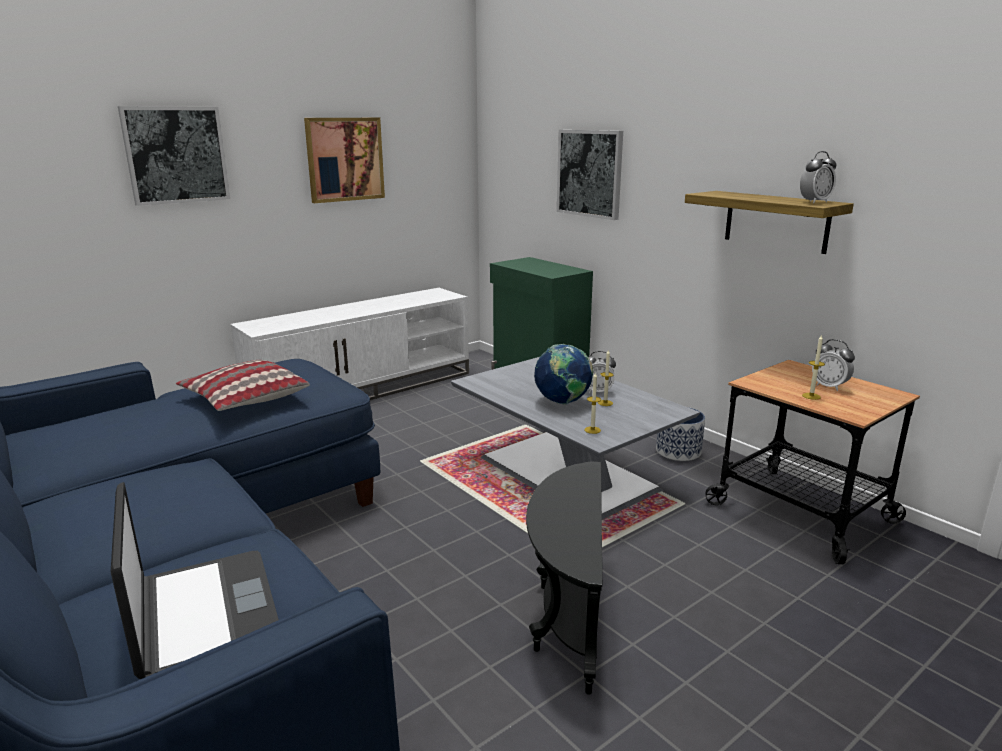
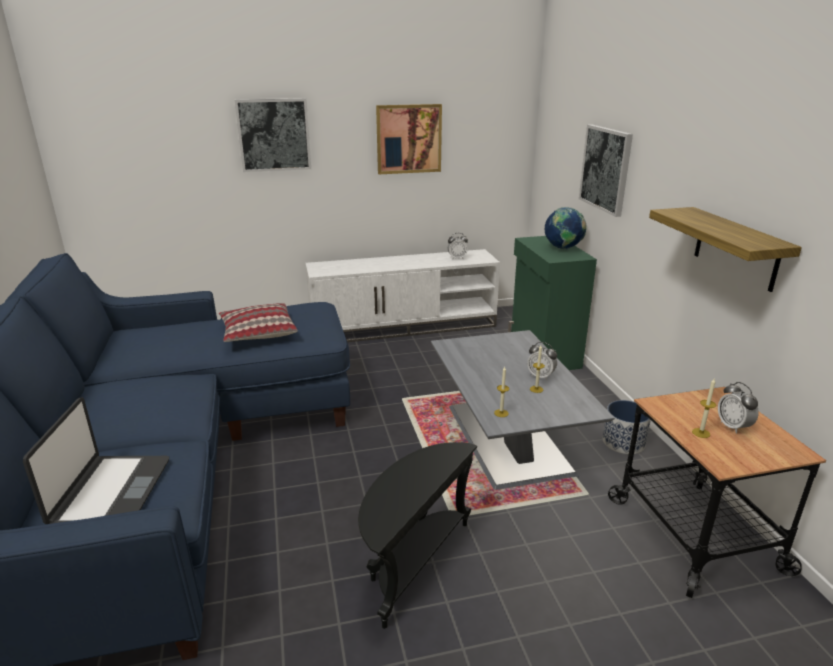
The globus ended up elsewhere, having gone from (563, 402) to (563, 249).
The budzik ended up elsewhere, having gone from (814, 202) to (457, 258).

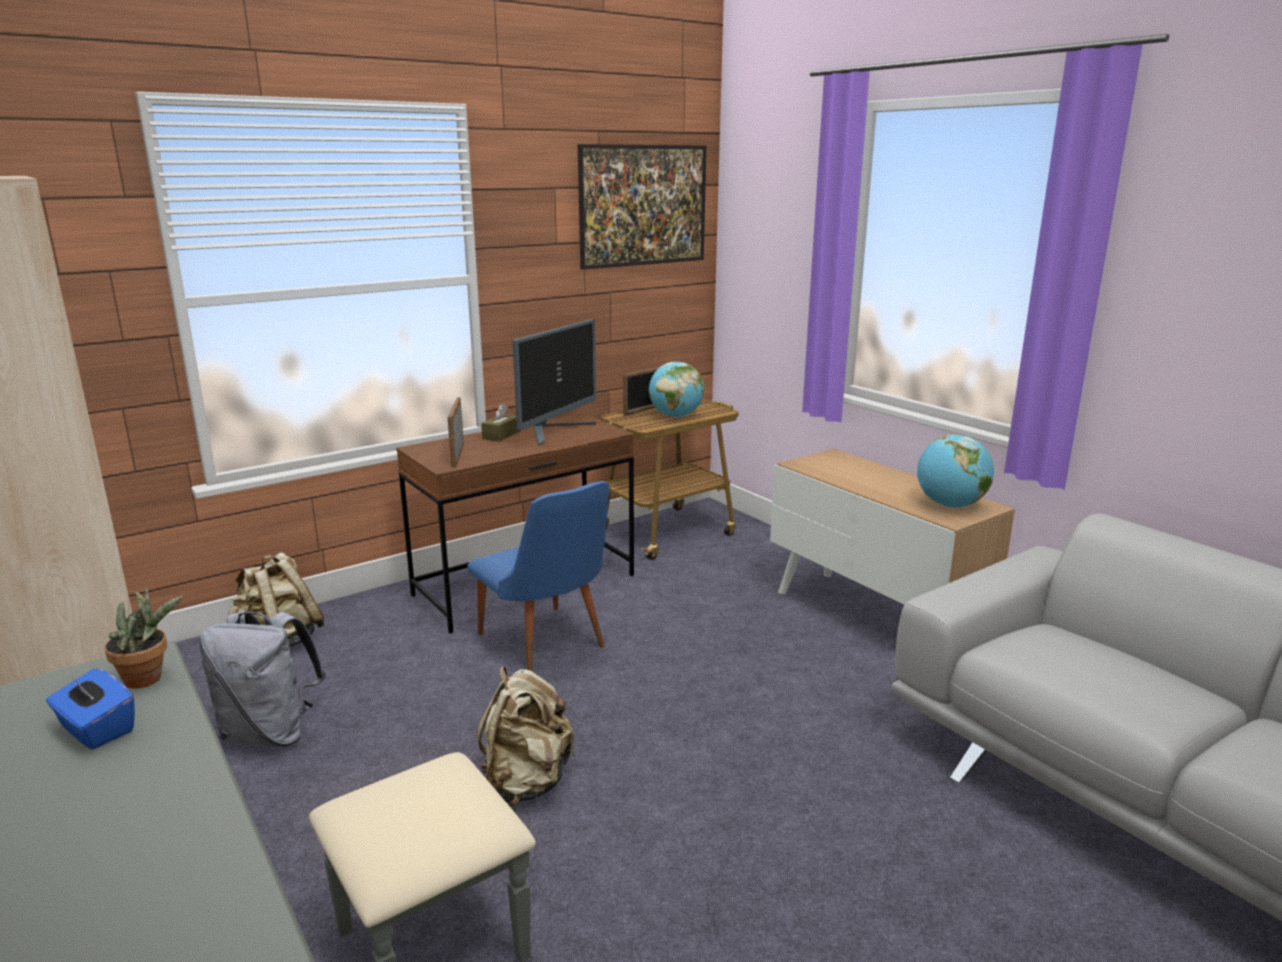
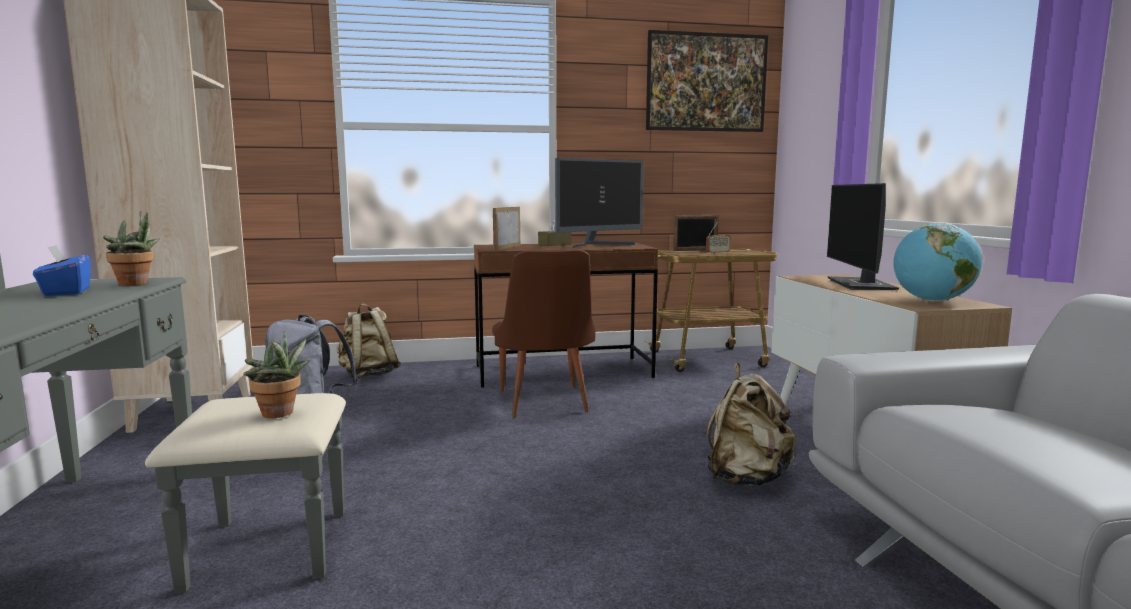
The second view gained the roślina doniczkowa at (280, 414).
The second view gained the monitor at (862, 285).
The plecak/beżowy ended up elsewhere, having gone from (526, 782) to (746, 479).
Where the globus stood at (675, 416), the radio came to stand at (717, 253).
What was the krzesło/niebieski at (547, 646) turned into the krzesło/brązowy at (544, 404).

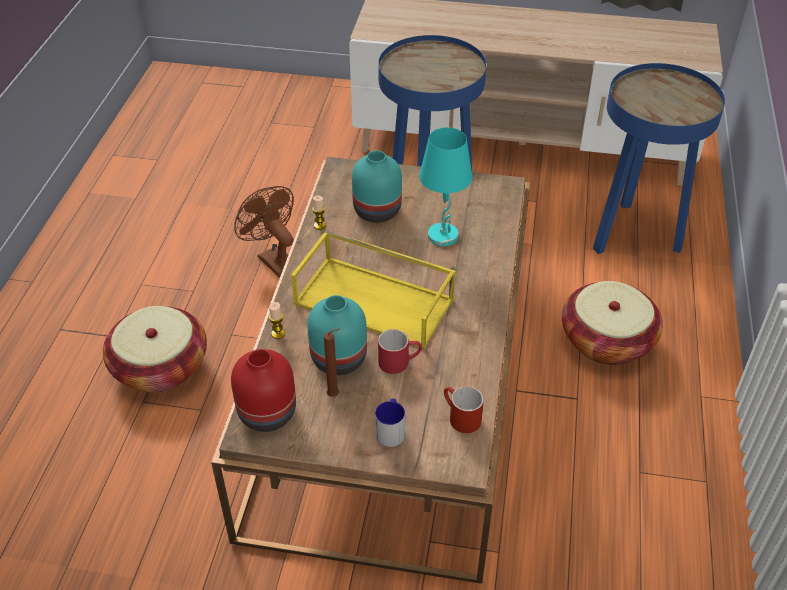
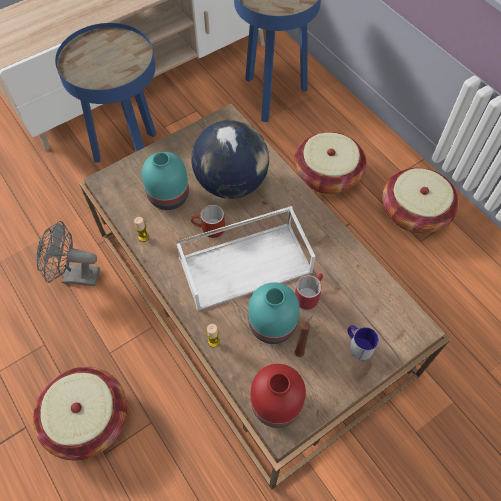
The second view gained the koszyk at (414, 212).
The kubek/czerwony ended up elsewhere, having gone from (459, 417) to (208, 229).
Where the lampa stołowa/turkusowy stood at (443, 236), the globus came to stand at (232, 183).
What was the wentylator/brązowy at (273, 259) turned into the wentylator/szary at (75, 276).
What was the taca/żółty at (376, 301) turned into the taca/biały at (246, 264).

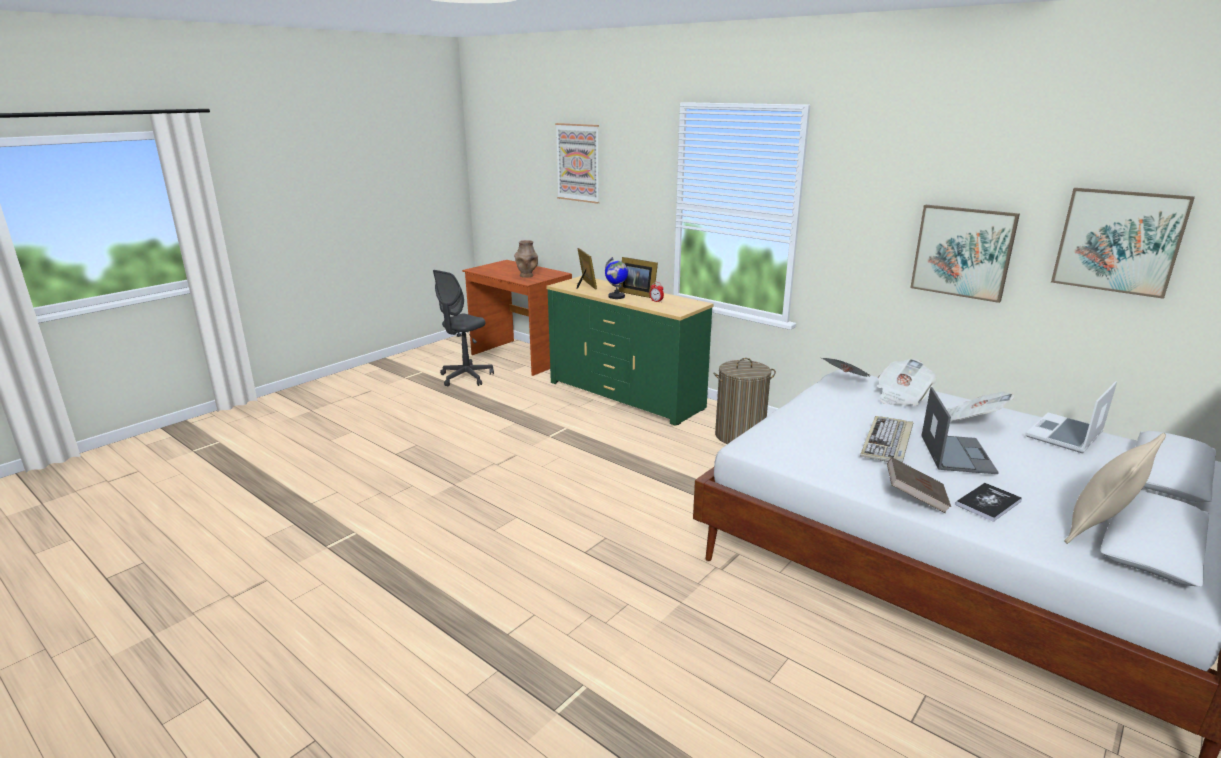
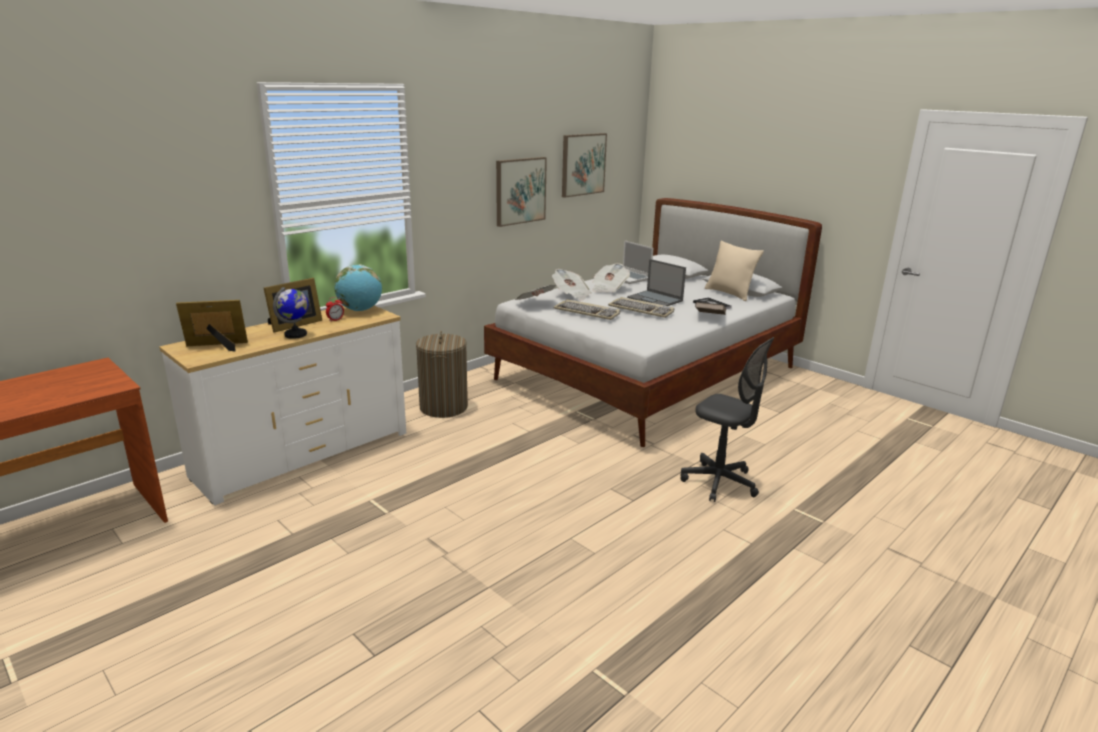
The second view lost the wazon/brązowy at (527, 276).
The second view lost the obraz at (578, 163).
The second view gained the globus at (360, 310).
The second view gained the klawiatura at (588, 312).
The krzesło biurowe/szary ended up elsewhere, having gone from (466, 377) to (719, 482).
What was the komoda/zielony at (625, 395) turned into the komoda/biały at (303, 454).
The laptop at (956, 453) ended up facing another way, 150 degrees counterclockwise from before.

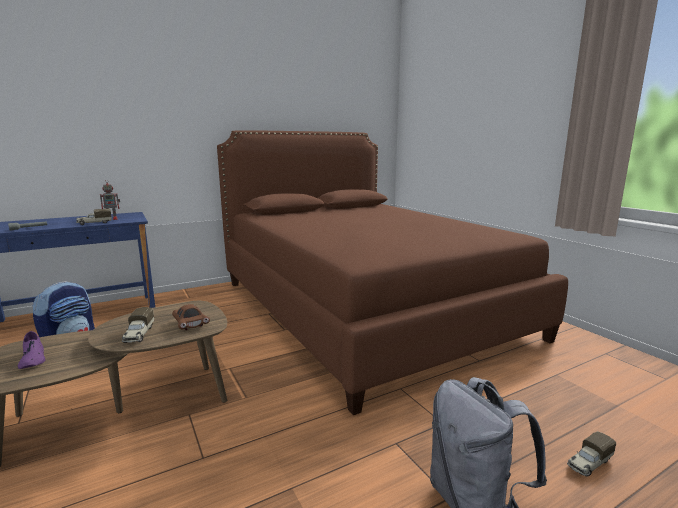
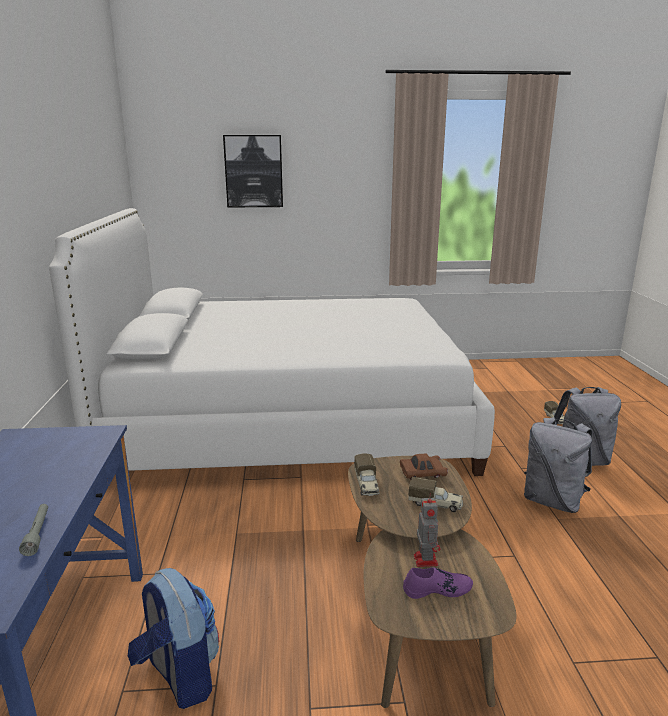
The second view gained the obraz at (253, 171).
The second view gained the plecak/szary at (553, 501).
The ciężarówka zabawkowa ended up elsewhere, having gone from (94, 223) to (366, 485).
The robot zabawkowy ended up elsewhere, having gone from (113, 219) to (425, 559).
What was the łóżko/brązowy at (364, 307) turned into the łóżko/biały at (289, 422).

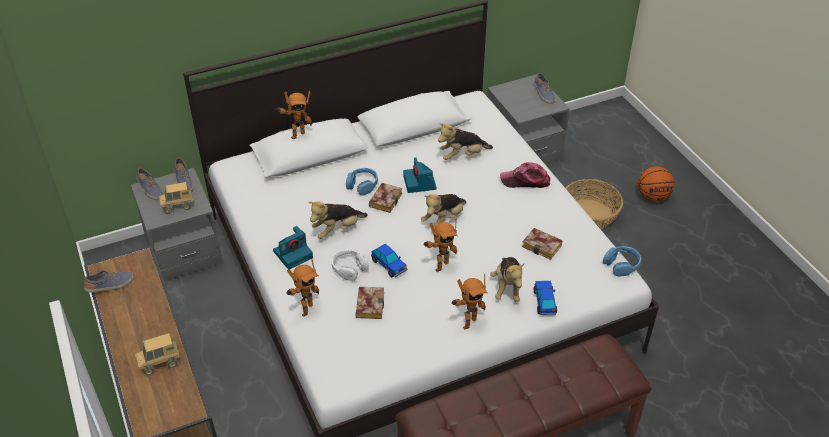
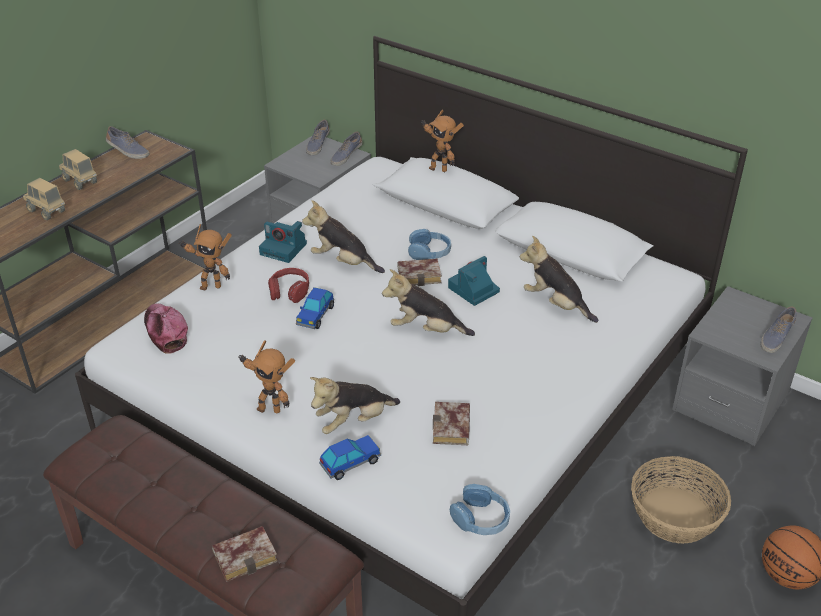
The second view lost the robot zabawkowy at (440, 265).
The ciężarówka zabawkowa ended up elsewhere, having gone from (177, 206) to (80, 182).
The książka ended up elsewhere, having gone from (369, 304) to (247, 555).
The czapka z daszkiem ended up elsewhere, having gone from (525, 181) to (165, 331).
What was the słuchawki/biały at (349, 268) turned into the słuchawki/czerwony at (289, 291).

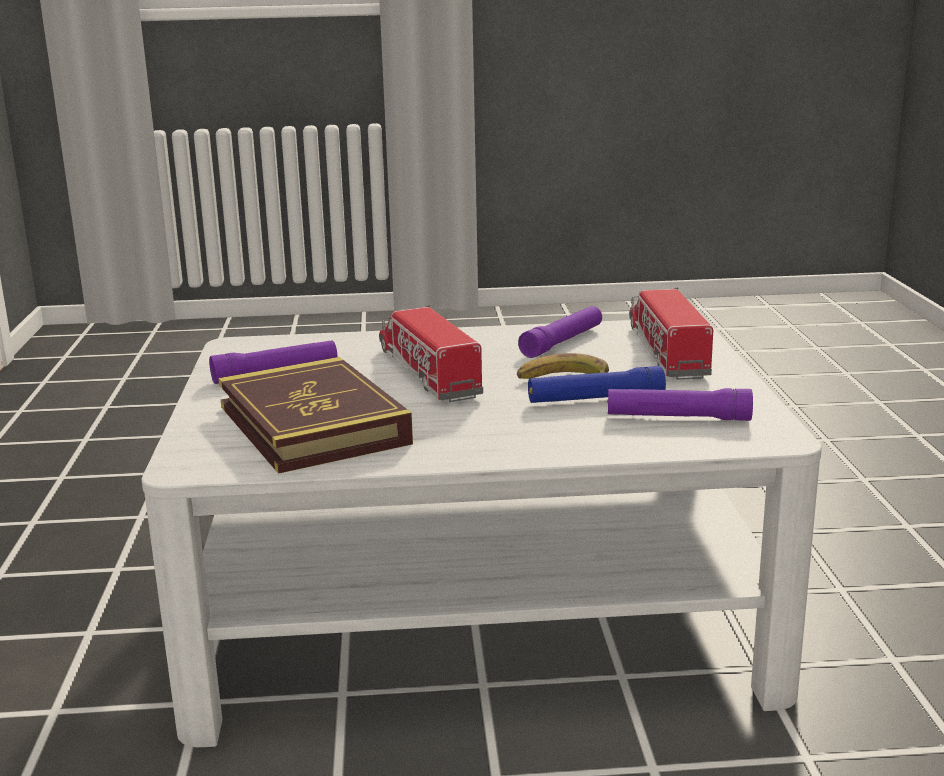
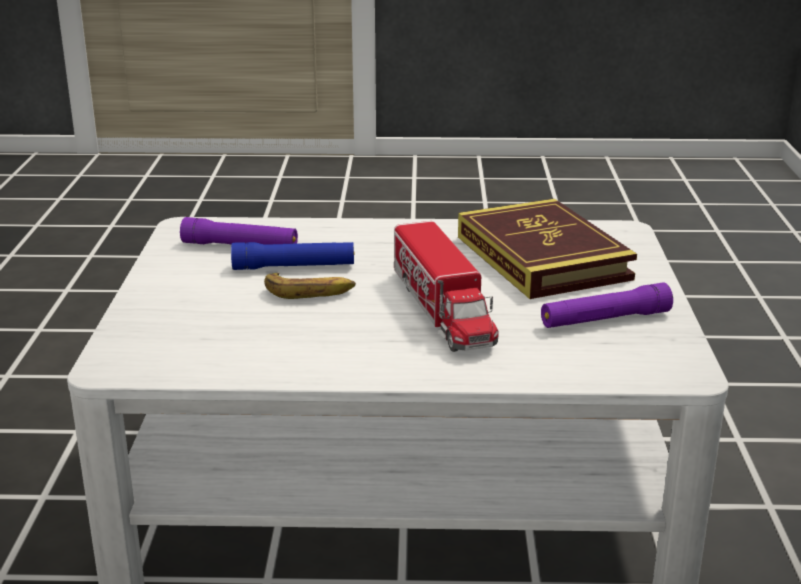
The second view lost the latarka/fioletowy at (562, 342).
The second view lost the ciężarówka zabawkowa at (666, 351).

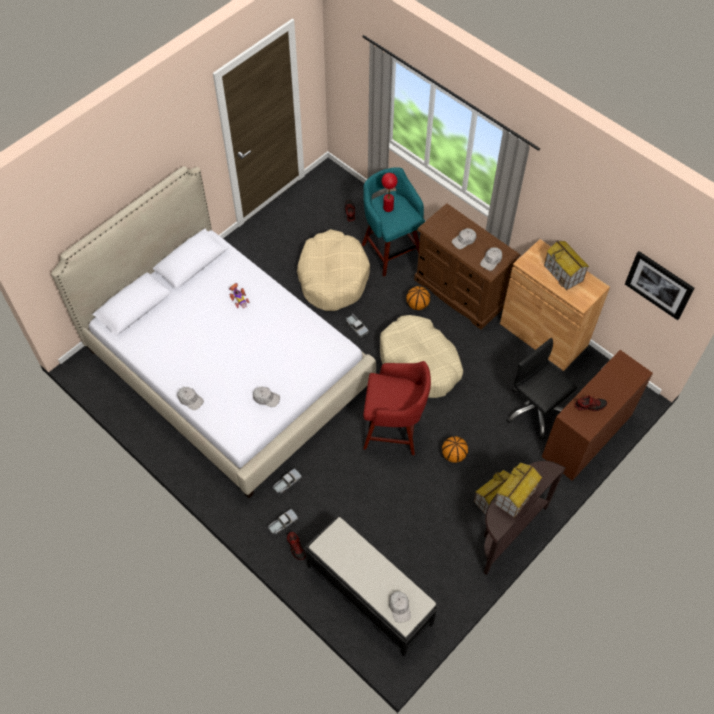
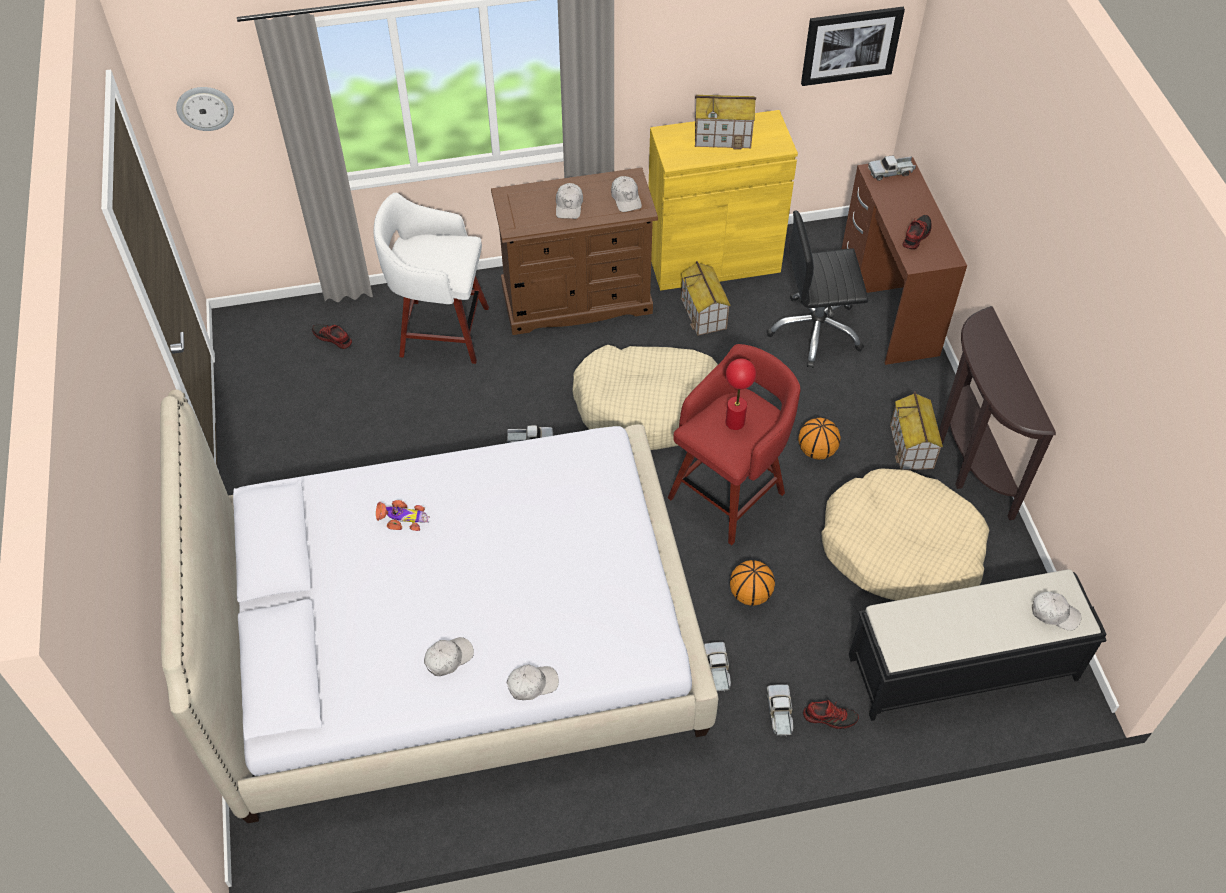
The second view gained the zegar ścienny at (205, 107).
The second view gained the ciężarówka zabawkowa at (890, 172).
The czapka z daszkiem/biały ended up elsewhere, having gone from (266, 398) to (448, 658).
The legowisko/beżowy ended up elsewhere, having gone from (332, 277) to (900, 549).
The lampa stołowa/czerwony ended up elsewhere, having gone from (388, 208) to (734, 422).
The piłka do koszykówki ended up elsewhere, having gone from (417, 304) to (750, 593).
The domek ended up elsewhere, having gone from (515, 496) to (704, 313).
What was the stołek/turkusowy at (391, 250) turned into the stołek/biały at (441, 331).
What was the szafka/brązowy at (543, 334) turned into the szafka/żółty at (713, 259).

